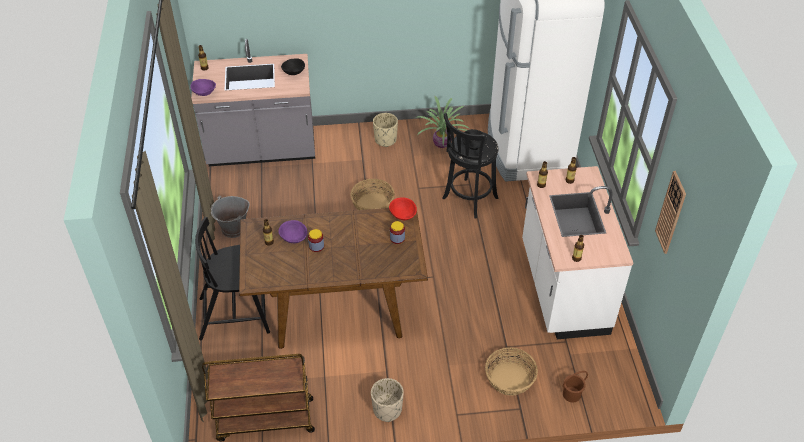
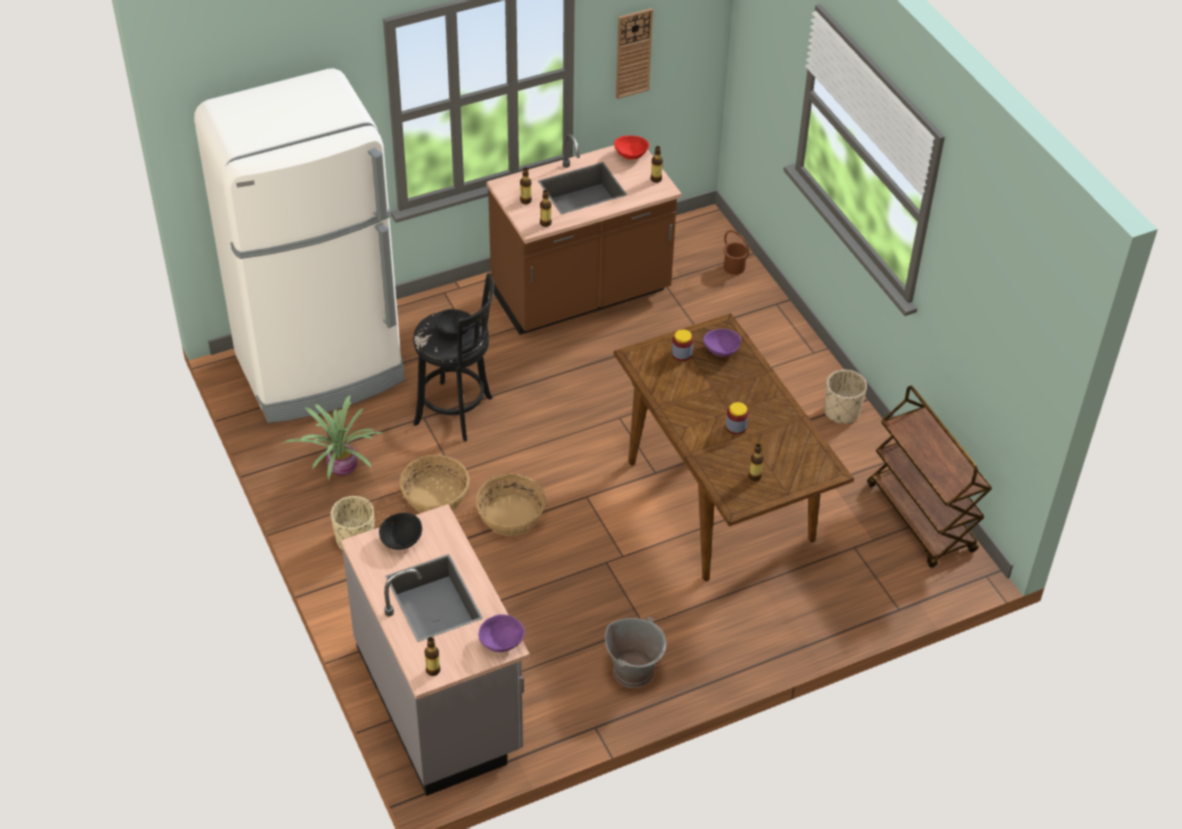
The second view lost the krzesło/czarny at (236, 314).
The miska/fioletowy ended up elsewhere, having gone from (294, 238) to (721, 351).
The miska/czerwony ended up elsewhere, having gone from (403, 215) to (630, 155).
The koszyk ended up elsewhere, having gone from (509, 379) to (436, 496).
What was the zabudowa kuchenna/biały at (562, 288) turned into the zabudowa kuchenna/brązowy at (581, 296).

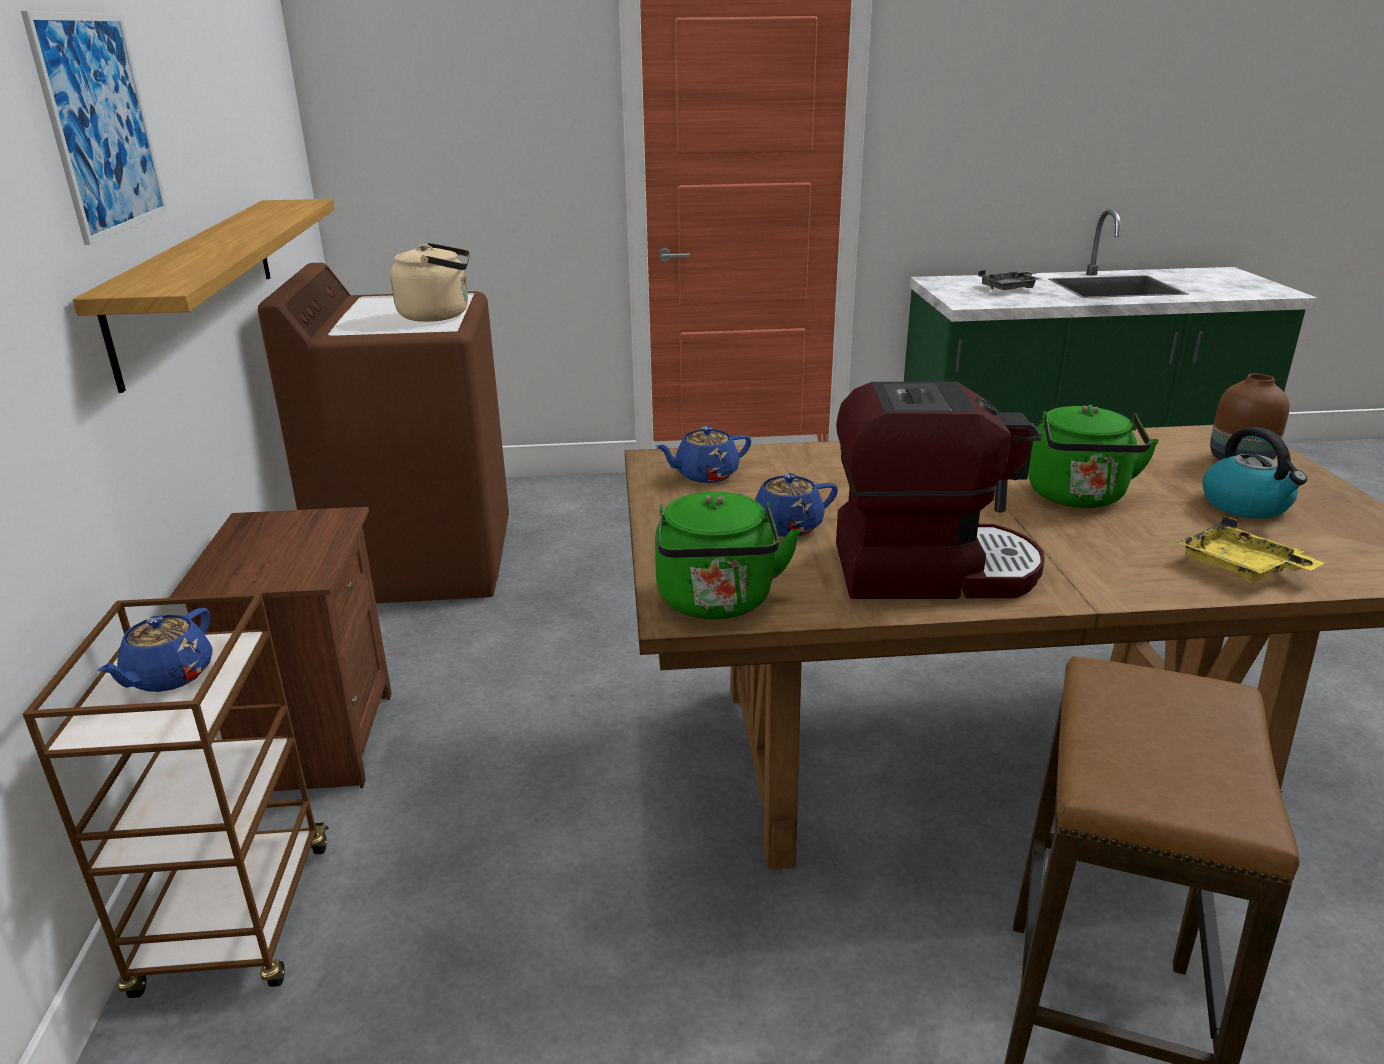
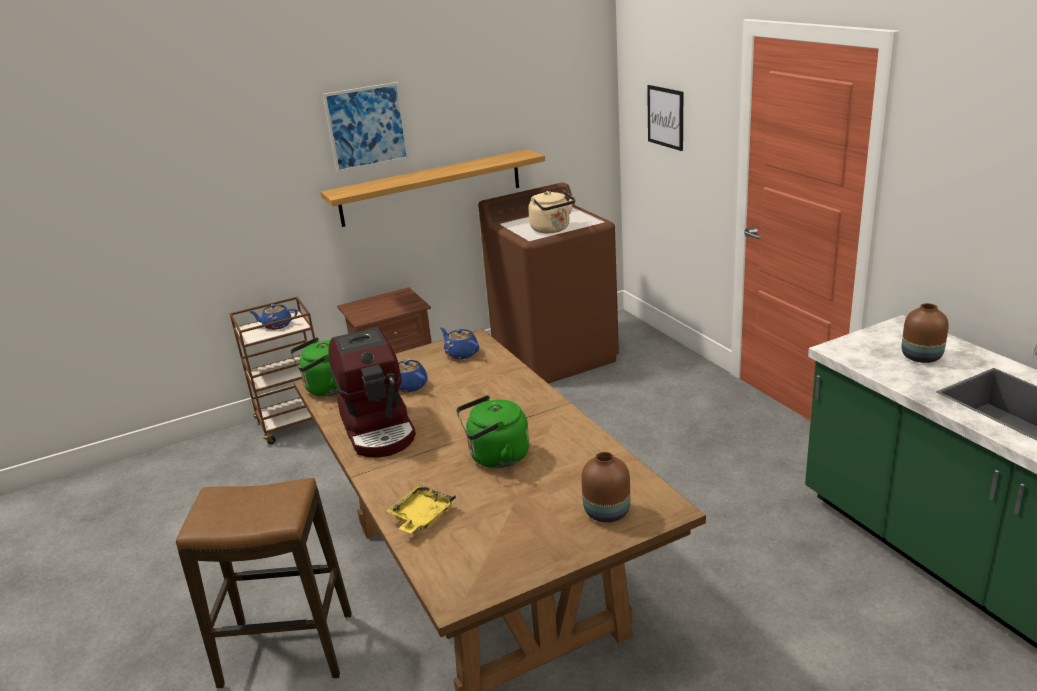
The second view lost the czajnik at (1246, 505).
The second view gained the obraz at (665, 117).
Where the taca/szary stood at (1010, 288), the wazon/brązowy came to stand at (922, 357).

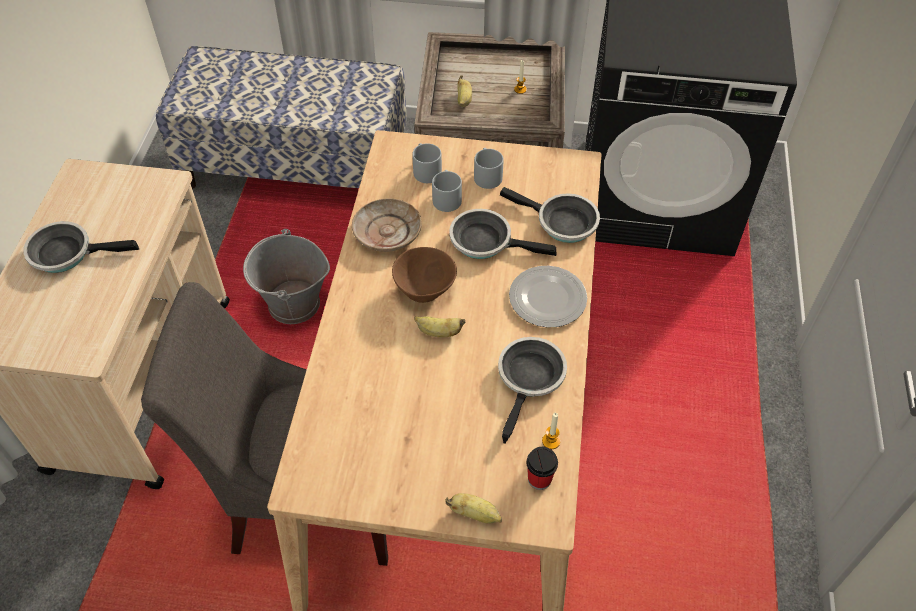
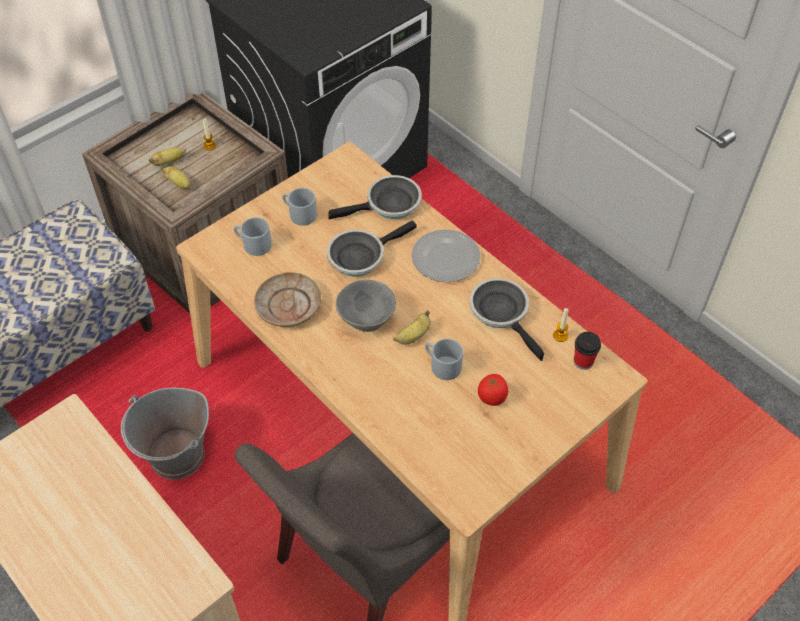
The second view lost the patelnia at (67, 253).
The second view gained the pomidor at (492, 397).
The kubek/szary ended up elsewhere, having gone from (446, 197) to (441, 365).
The banan ended up elsewhere, having gone from (475, 514) to (168, 162).
What was the miska/brązowy at (426, 290) turned into the miska/szary at (368, 318).

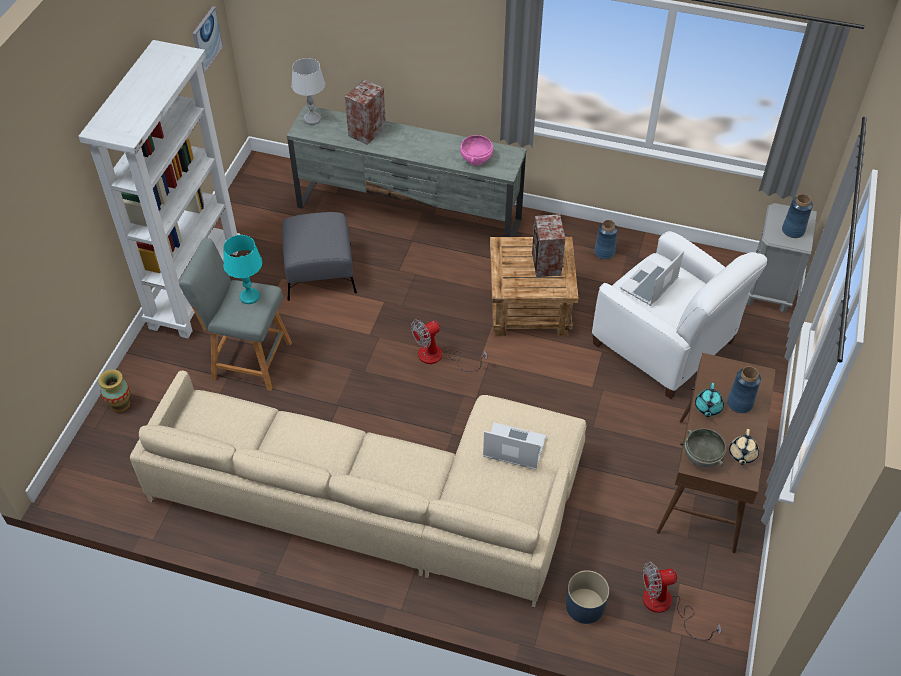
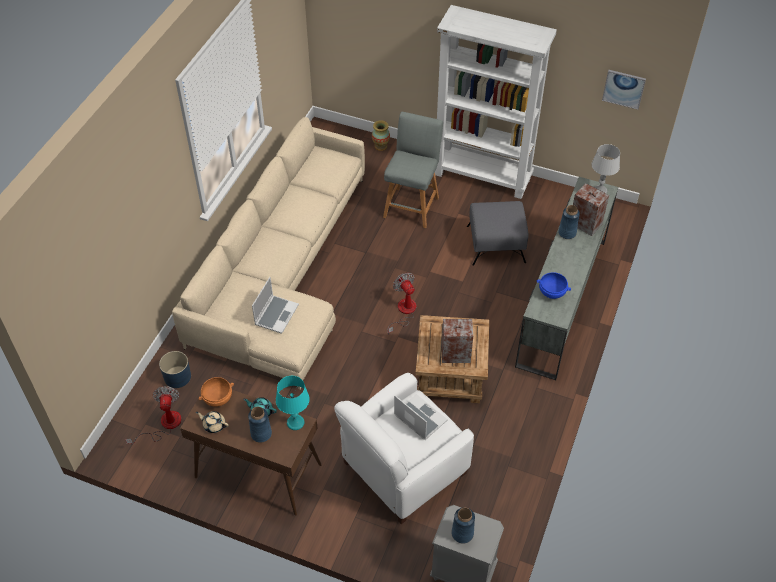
The lampa stołowa/turkusowy ended up elsewhere, having gone from (250, 296) to (295, 423).
The wazon/niebieski ended up elsewhere, having gone from (604, 252) to (567, 233).
What was the miska/różowy at (476, 159) turned into the miska/niebieski at (551, 293).
What was the miska/szary at (702, 456) turned into the miska/pomarańczowy at (218, 399).

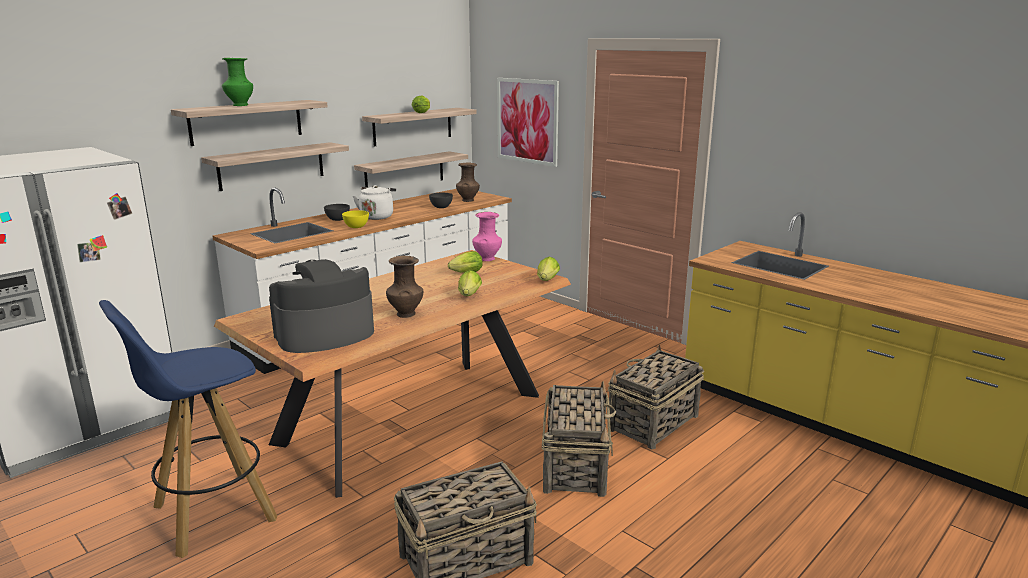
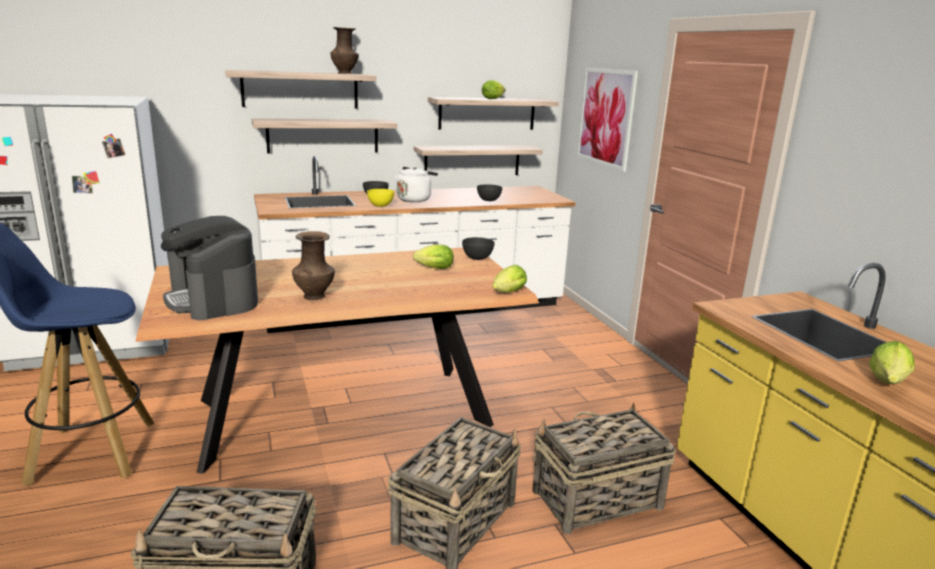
The second view lost the wazon/zielony at (239, 105).
The wazon/brązowy ended up elsewhere, having gone from (468, 200) to (345, 73).
The sałata ended up elsewhere, having gone from (469, 296) to (887, 383).
Where the wazon/różowy stood at (487, 258), the miska/szary came to stand at (477, 258).
The ekspres do kawy at (324, 334) ended up facing another way, 120 degrees counterclockwise from before.

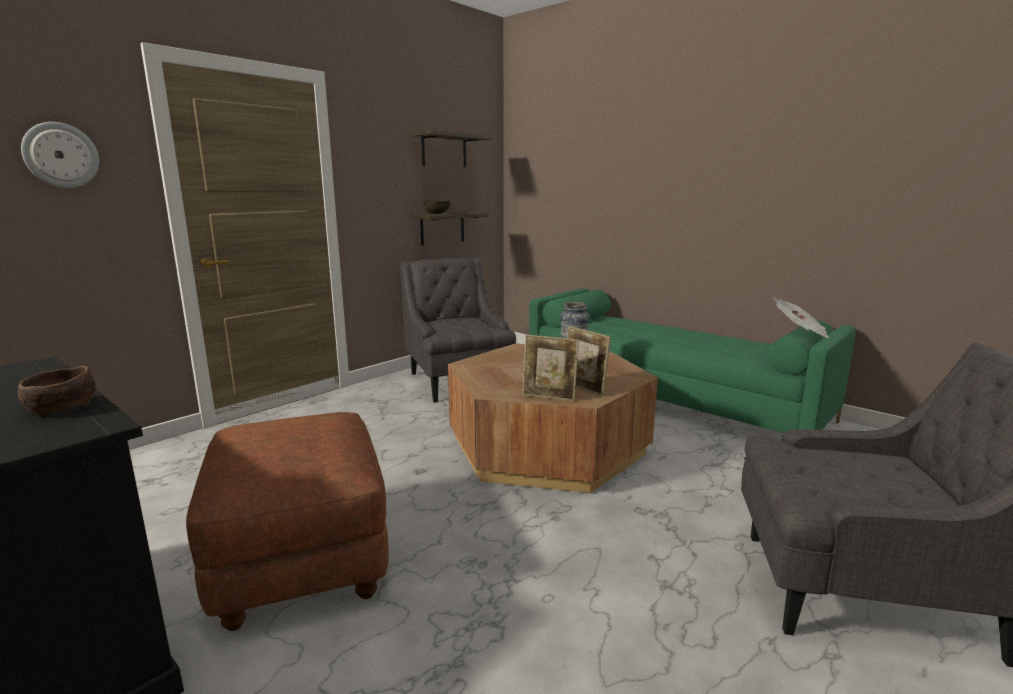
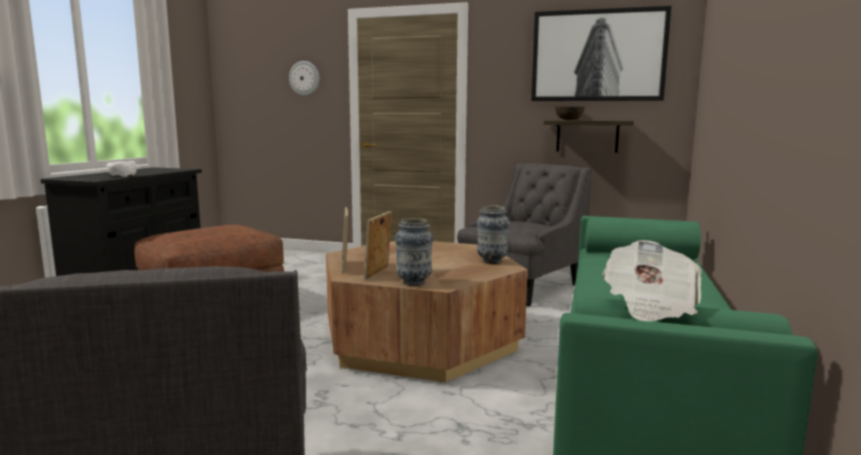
The second view gained the wazon at (414, 282).
Where the półka hung at (444, 150), the obraz came to hang at (598, 55).
What was the miska/brązowy at (60, 408) turned into the miska/biały at (122, 176).

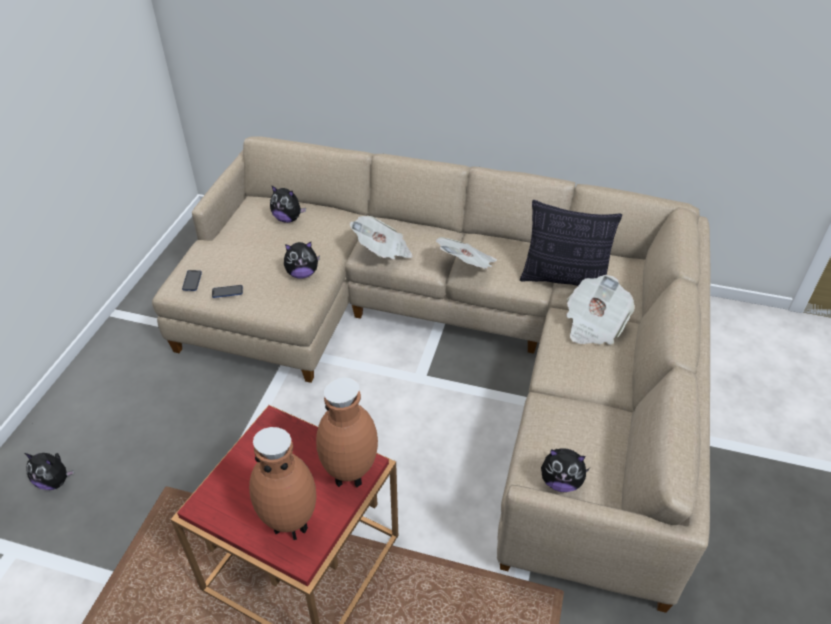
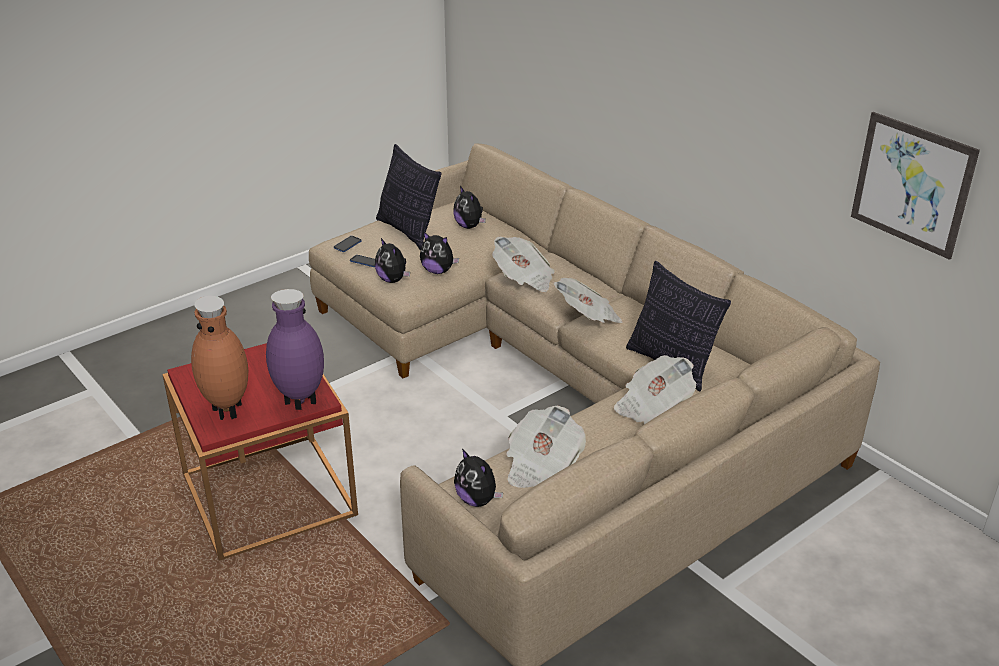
The second view gained the poduszka at (408, 231).
The second view gained the gazeta at (541, 466).
The second view gained the obraz at (912, 184).
The pluszak ended up elsewhere, having gone from (55, 481) to (393, 280).
What was the wazon/brązowy at (351, 478) turned into the wazon/fioletowy at (300, 403).

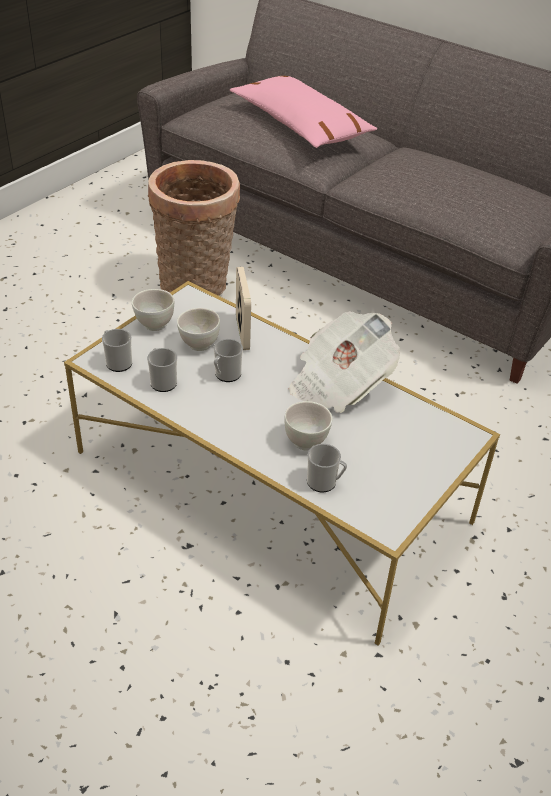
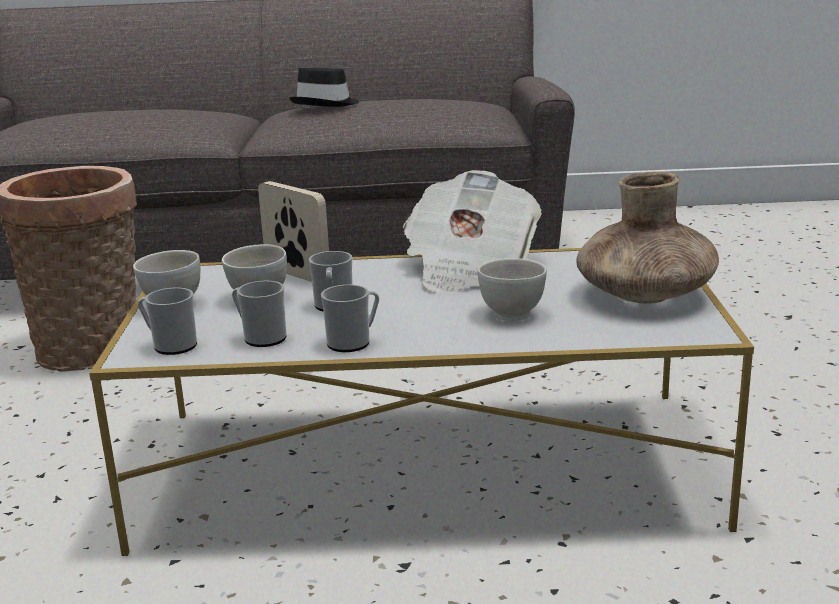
The second view lost the poduszka/różowy at (300, 125).
The second view gained the kapelusz/czarny at (326, 104).
The second view gained the wazon/brązowy at (644, 296).
The kubek ended up elsewhere, having gone from (325, 483) to (353, 342).

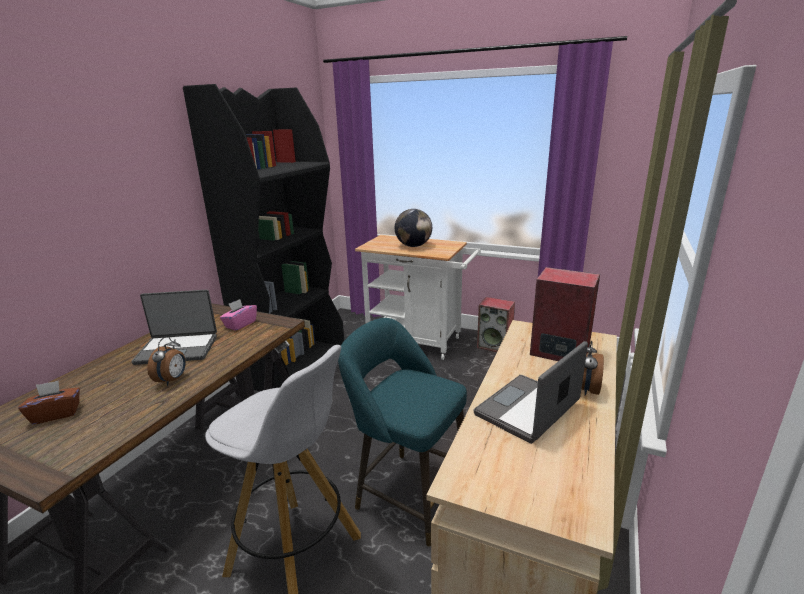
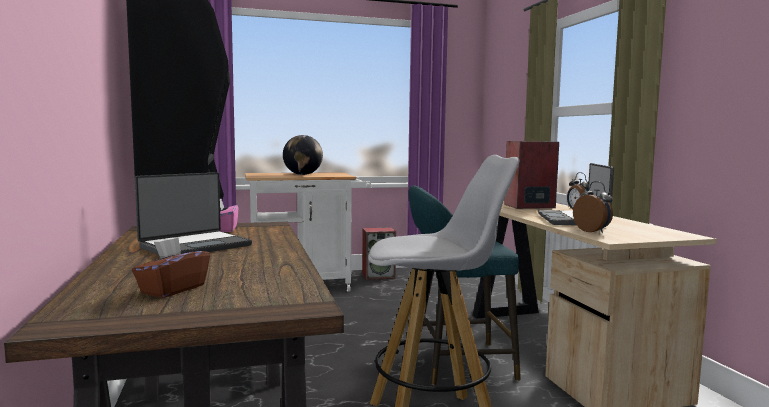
The budzik ended up elsewhere, having gone from (172, 380) to (593, 231).

